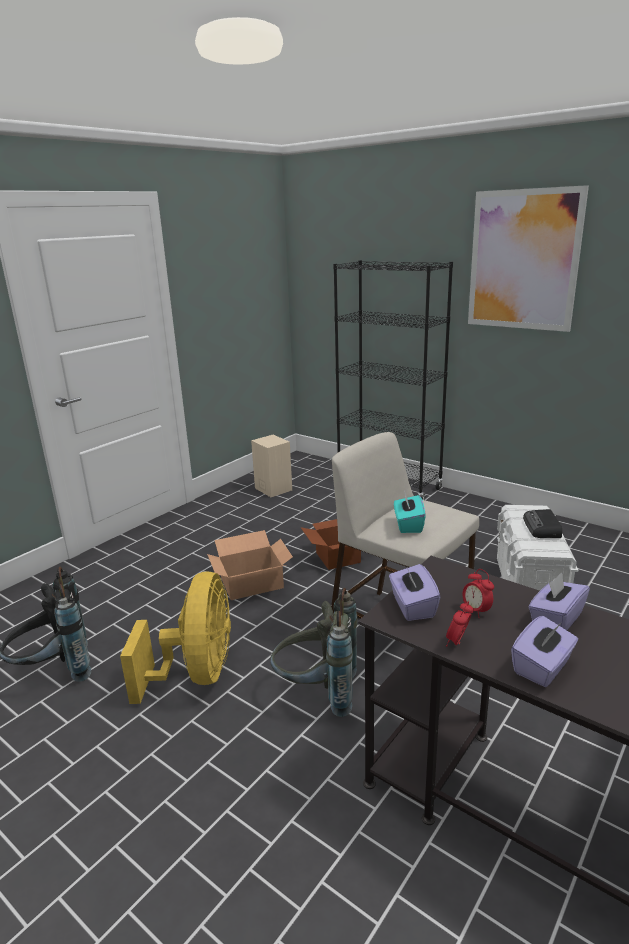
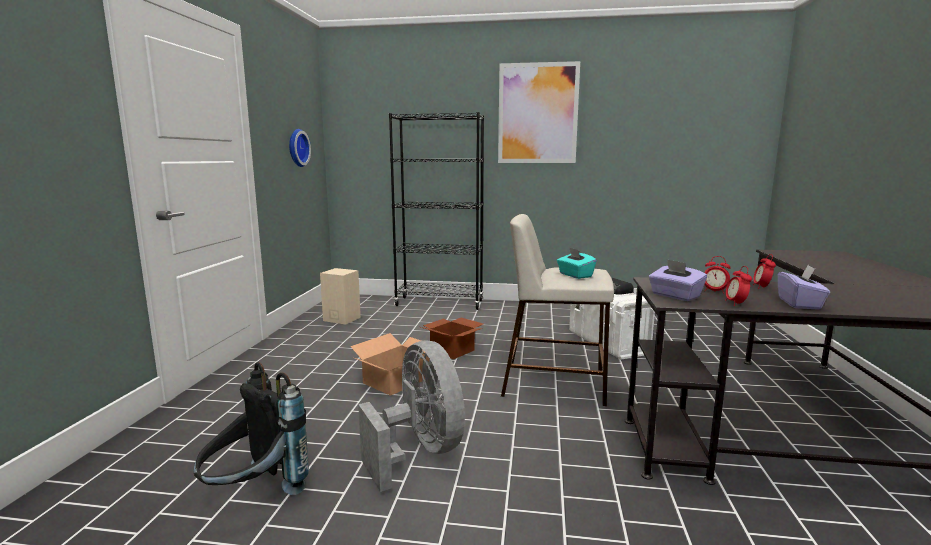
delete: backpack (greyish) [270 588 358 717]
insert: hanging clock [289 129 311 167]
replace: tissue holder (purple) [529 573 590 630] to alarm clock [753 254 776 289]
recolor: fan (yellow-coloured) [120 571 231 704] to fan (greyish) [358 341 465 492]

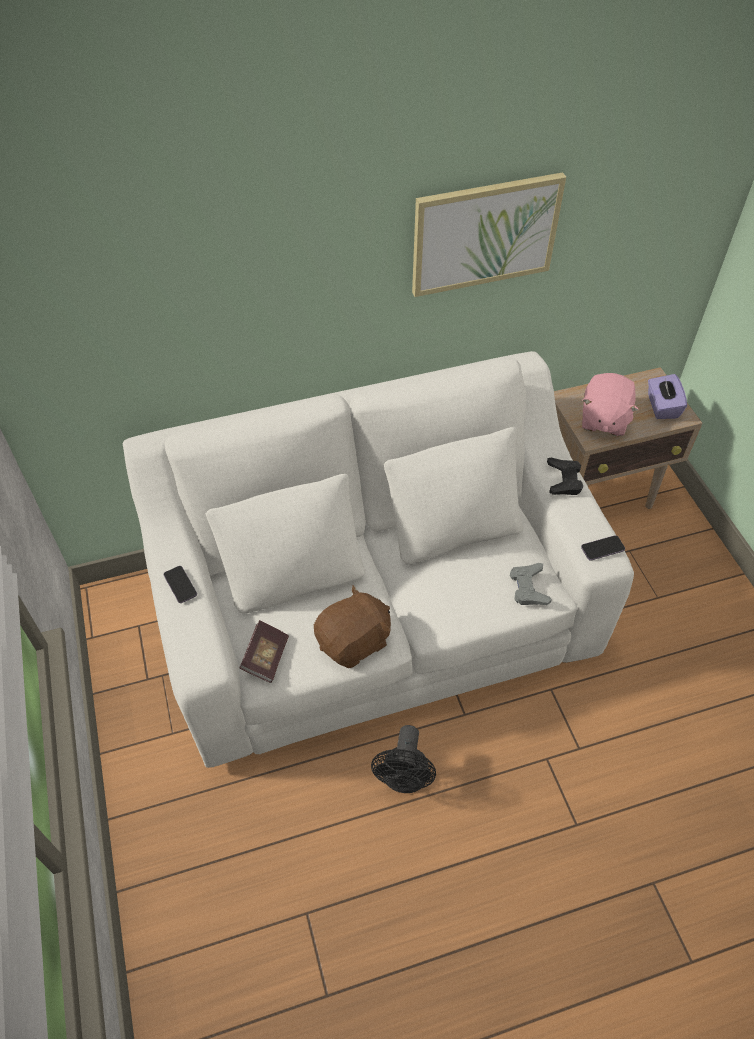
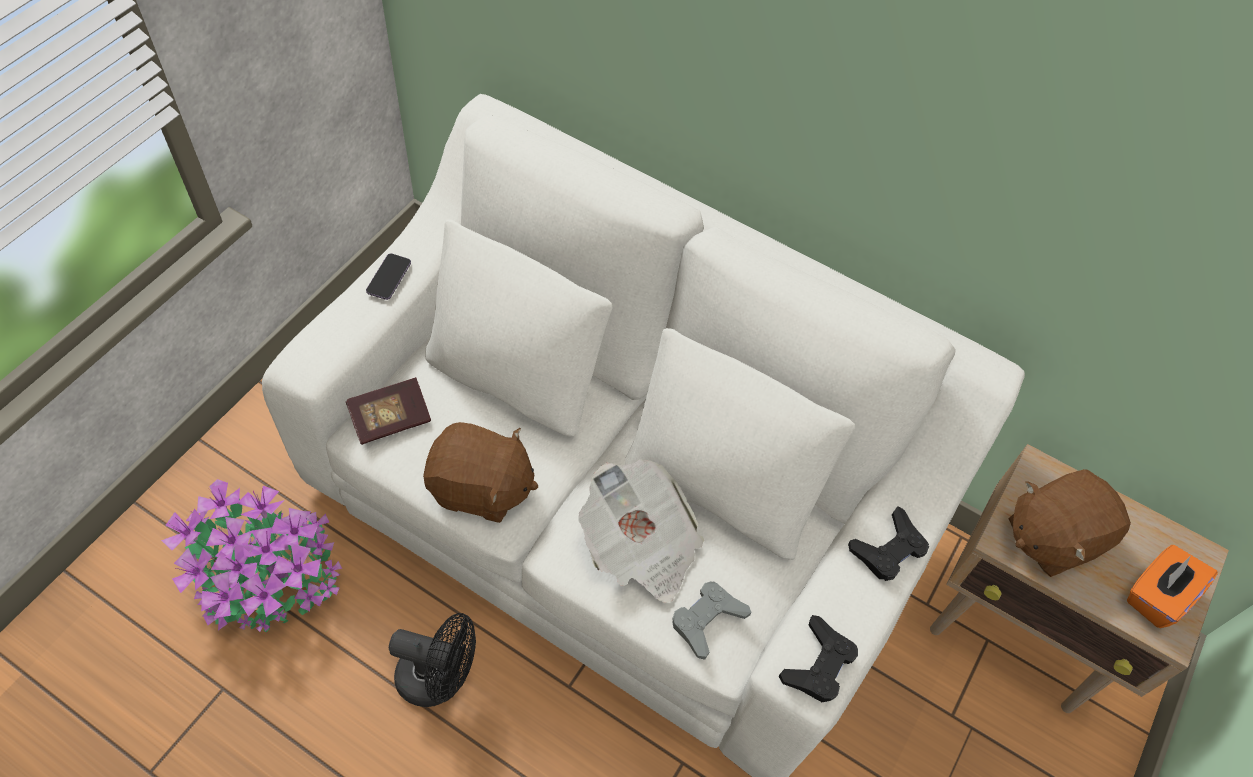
delete: wall art [412 172 566 297]
insert: plant in a pot [161 479 342 632]; daily paper [578 459 704 603]
replace: phone [581 535 625 560] to joypad (black) [778 615 858 702]
recolor: soft toy (pinkish) [582 373 639 436] to soft toy (brown) [1008 469 1131 577]; tissue holder (purple) [648 374 687 419] to tissue holder (orangey) [1127 545 1218 628]
rotate: fan (black) [371 725 436 793] = [389 613 476 707] 135 degrees counterclockwise

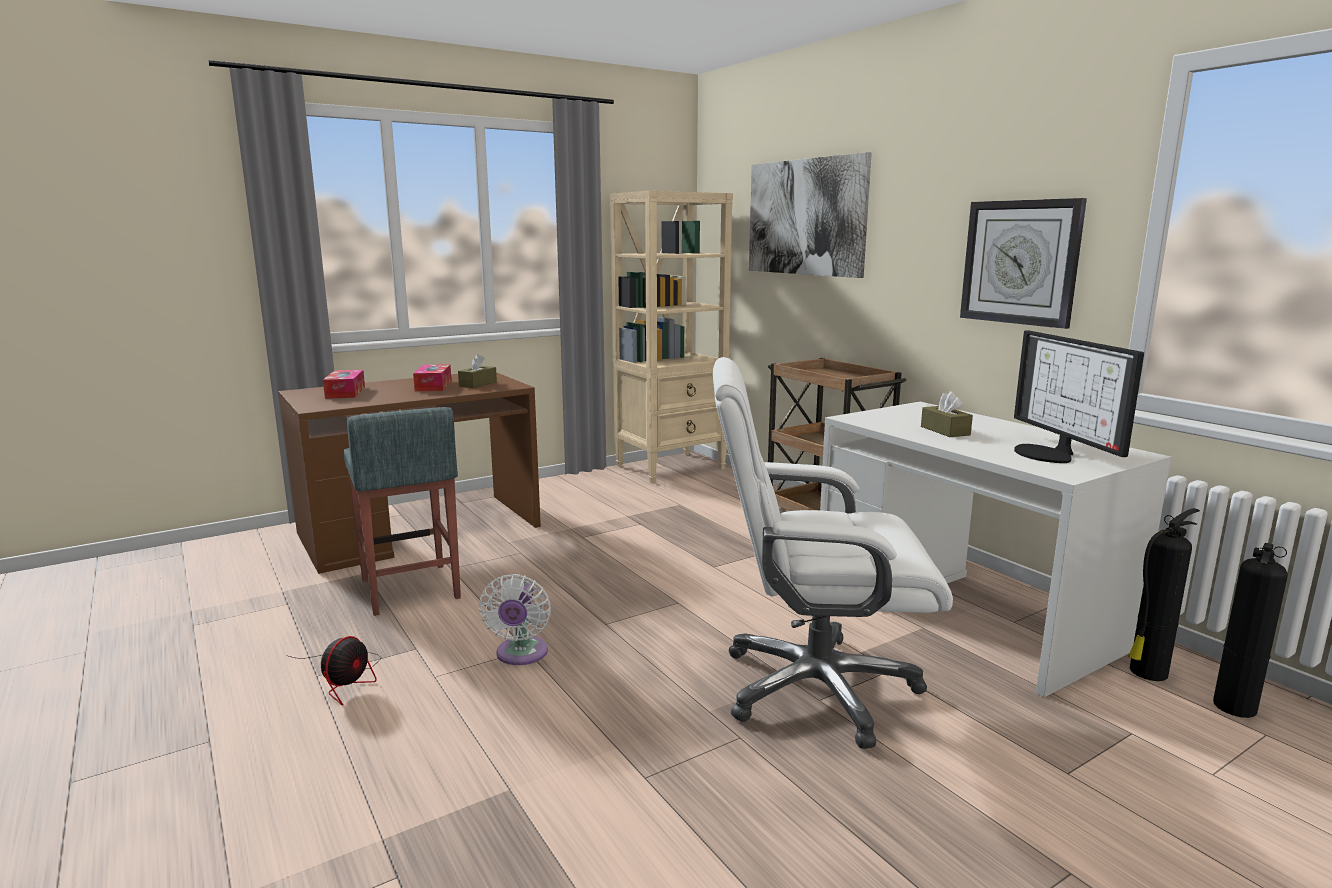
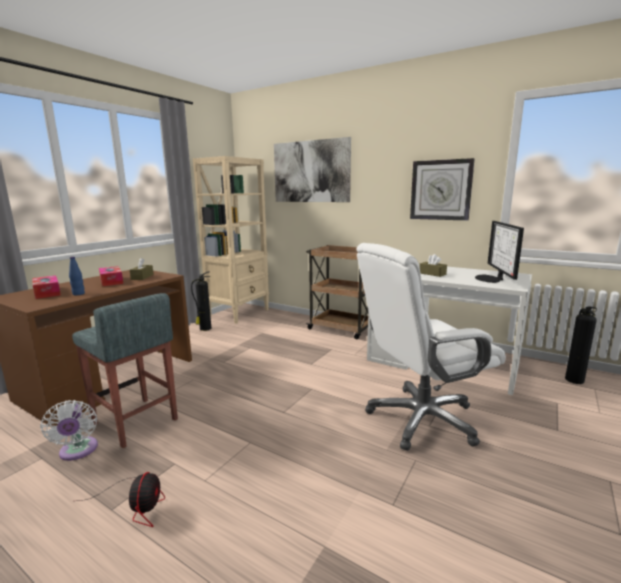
insert: drink bottle (bluish) [69 257 85 295]
move: fan (whitish) [478 574 551 665] to [40 400 98 461]; fire-fighting cylinder [1128 508 1200 681] to [191 271 211 331]
rotate: monitor [1014 330 1144 463] = [475 221 524 283] 45 degrees clockwise

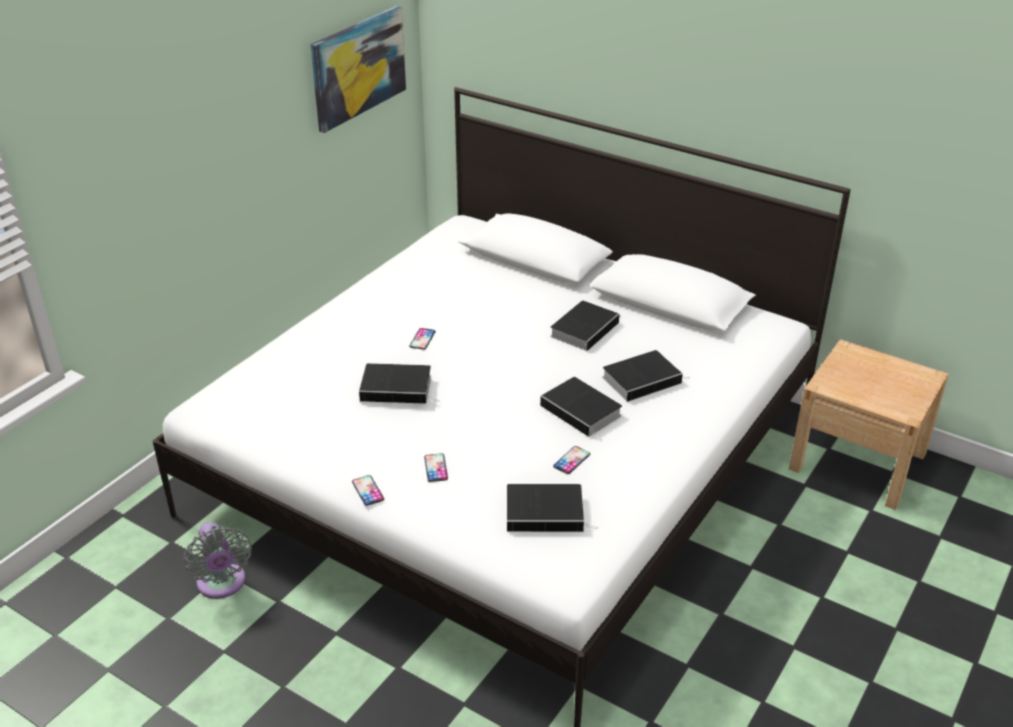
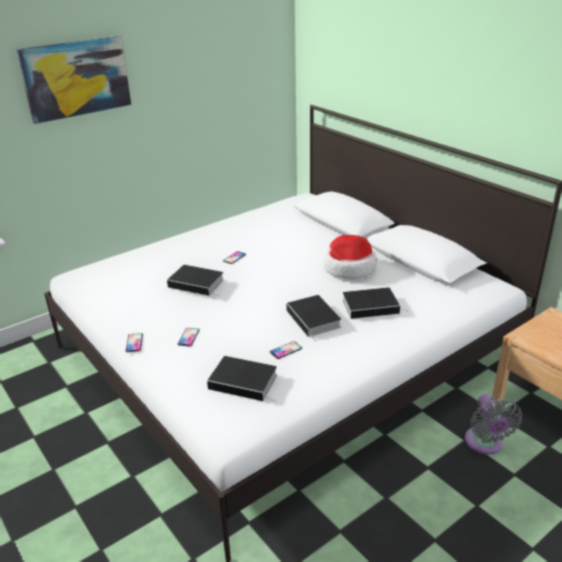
move: fan (greyish) [183 522 252 599] to [465 394 522 455]; wall art [310 6 406 133] to [16 35 131 124]
replace: volume [550 301 621 351] to clothing hat [324 235 377 279]

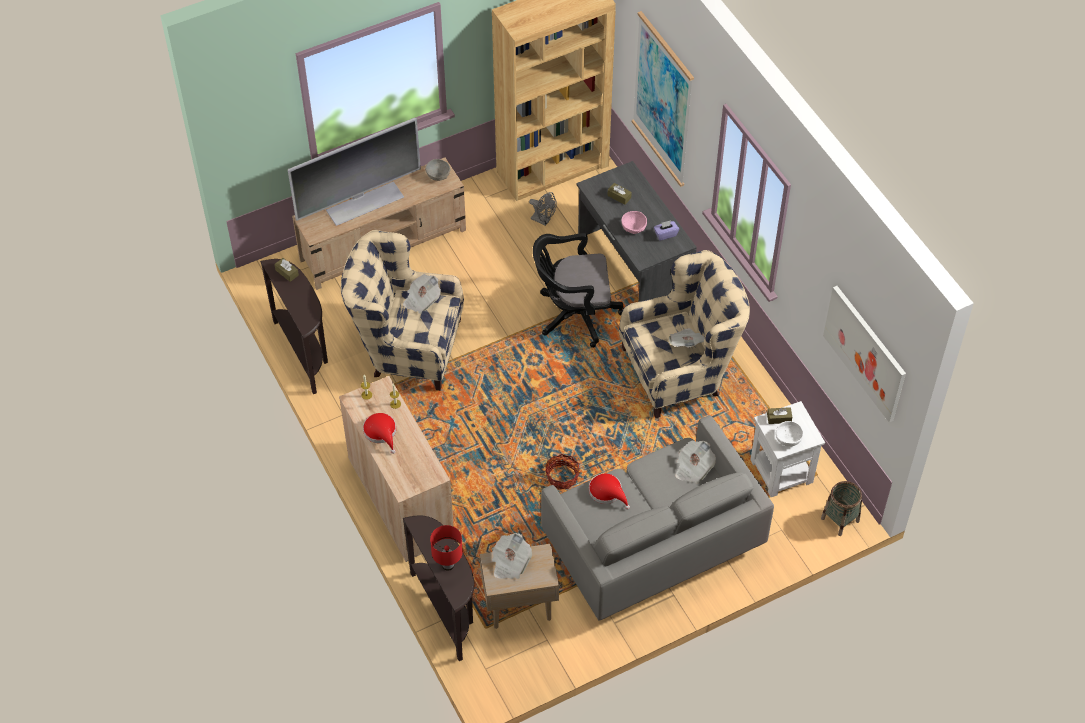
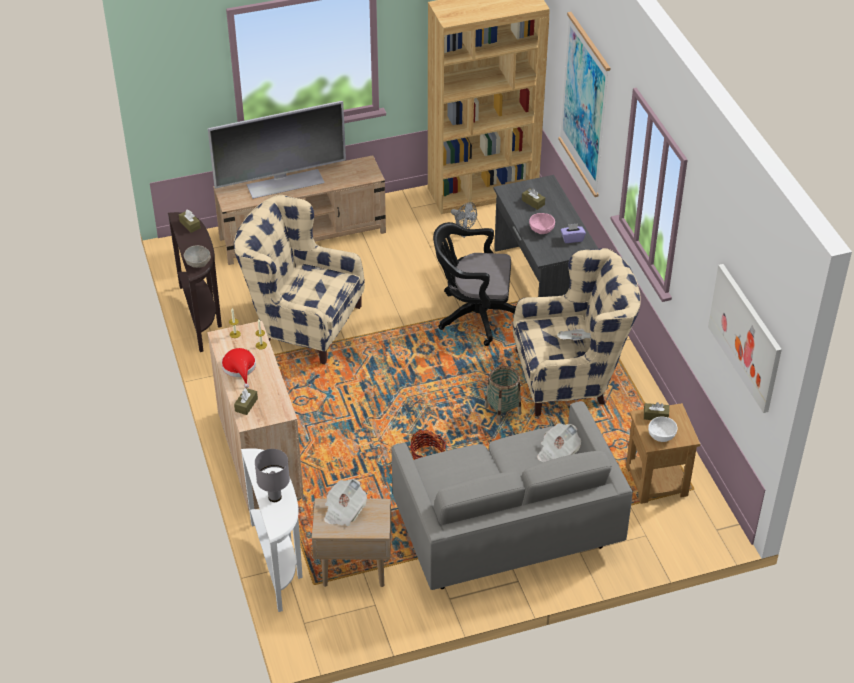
delete: daily paper [403 274 441 314]; clothing hat (reddish) [589 473 630 510]
insert: tissue holder (brown) [234 388 258 415]
move: bowl (greyish) [425 159 451 181] to [184 245 211 268]; household basket [821 481 862 536] to [484 366 521 424]
recolor: narrow table (brown) [402 516 474 661] to narrow table (whitish) [241 448 303 612]; table lamp (reddish) [430 525 463 571] to table lamp (greyish) [255 449 290 502]; end table (whitish) [750 401 825 497] to end table (brown) [626 403 700 504]

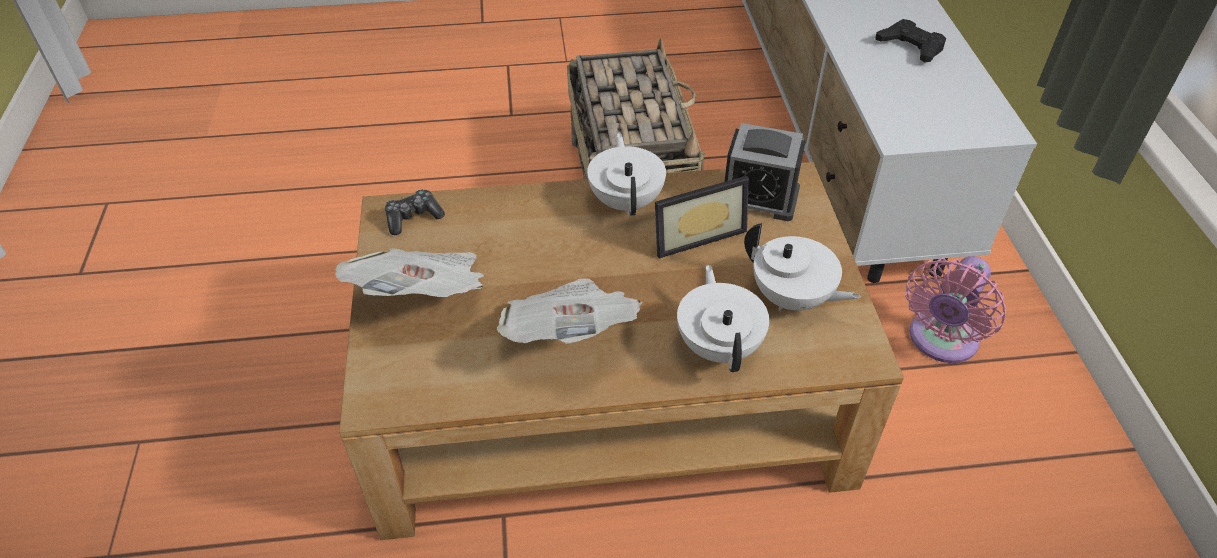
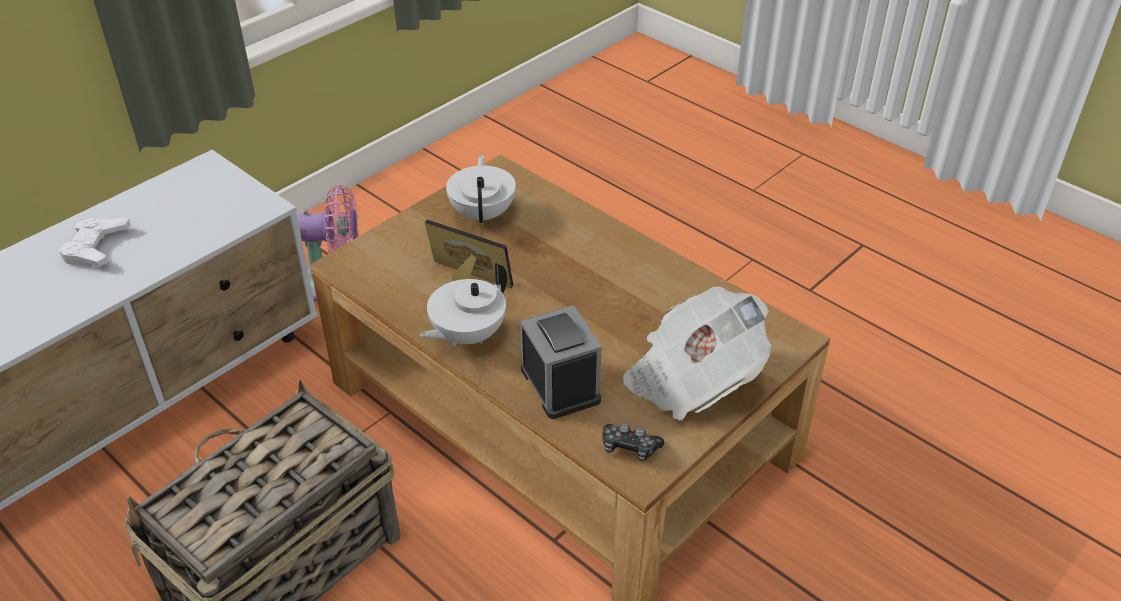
delete: daily paper [497 278 642 344]; teapot (whitish) [677 265 770 372]
move: alarm clock [724 123 806 221] to [520 305 601 419]
recolor: joypad (black) [875 19 946 63] to joypad (whitish) [59 218 131 266]

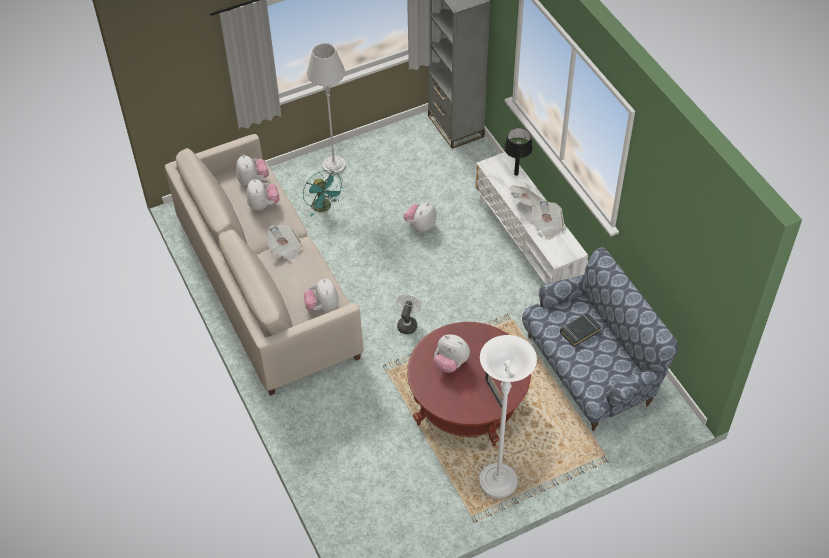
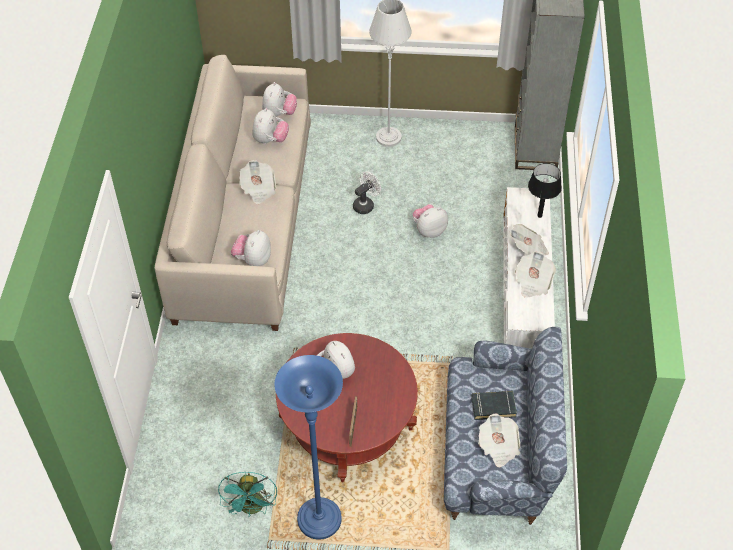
insert: daily paper [479 413 520 467]
move: fan (turquoise) [303 170 343 217] to [218 472 277 517]; fan (whitish) [396 294 422 334] to [353 171 381 214]
recolor: floor lamp (whitish) [479 335 537 498] to floor lamp (bluish) [274 355 343 540]

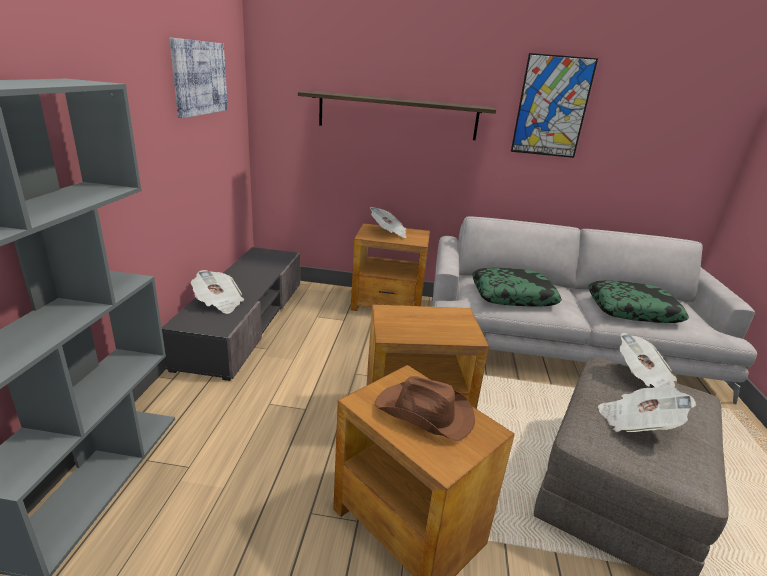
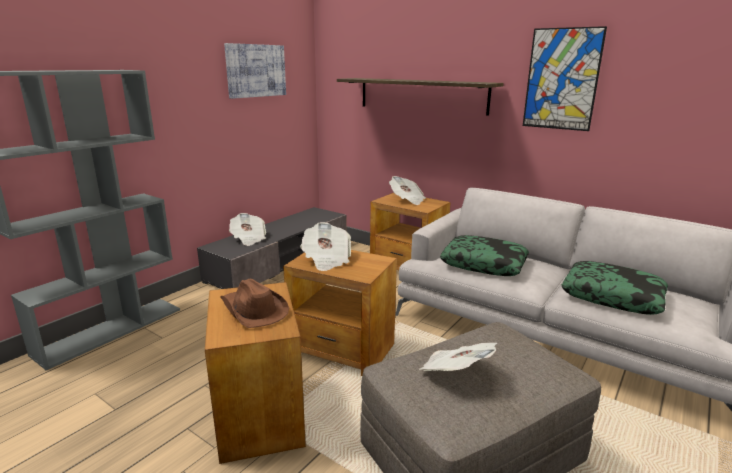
move: daily paper [620 333 677 387] to [300 222 351 271]

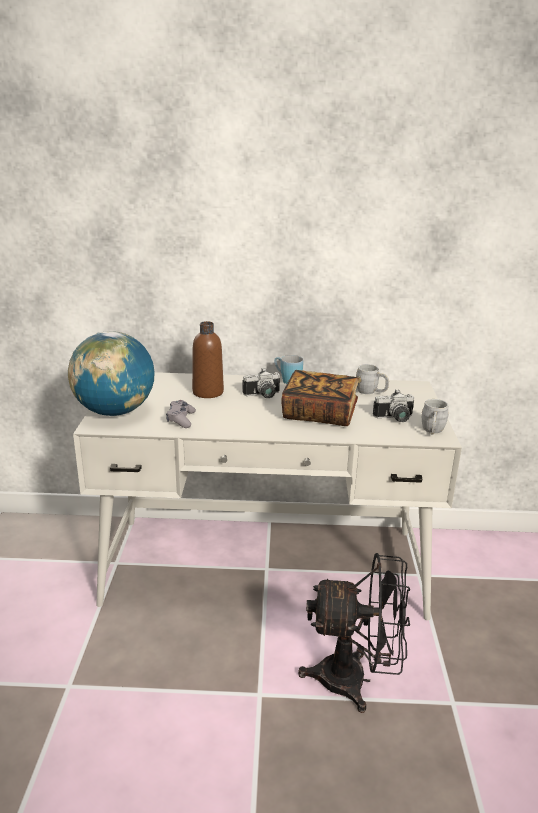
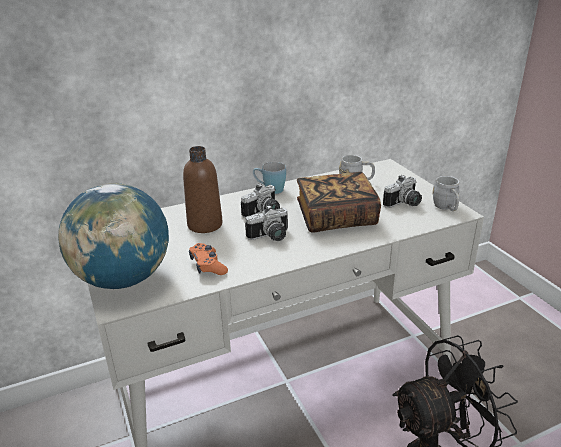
insert: still camera [245 205 288 241]
recolor: joypad (greyish) [166 400 196 428] to joypad (orangey) [189 243 228 275]

